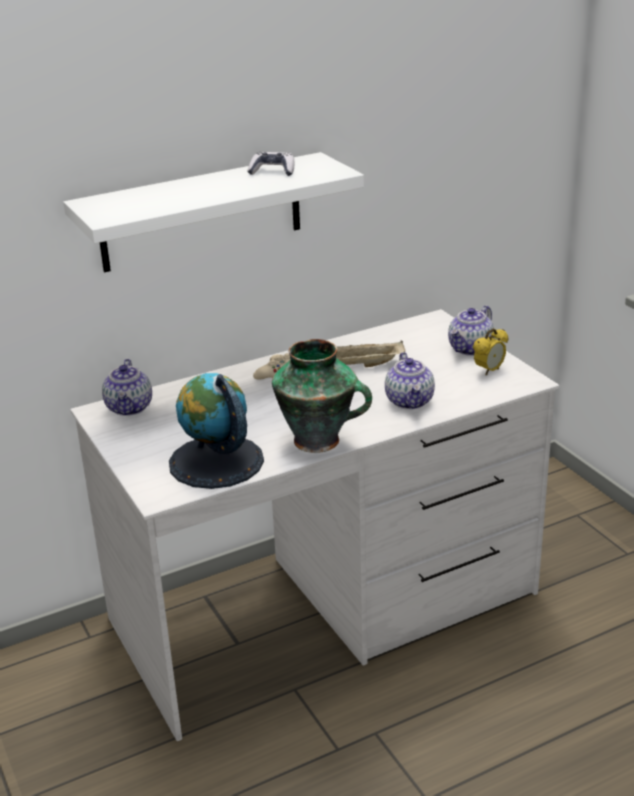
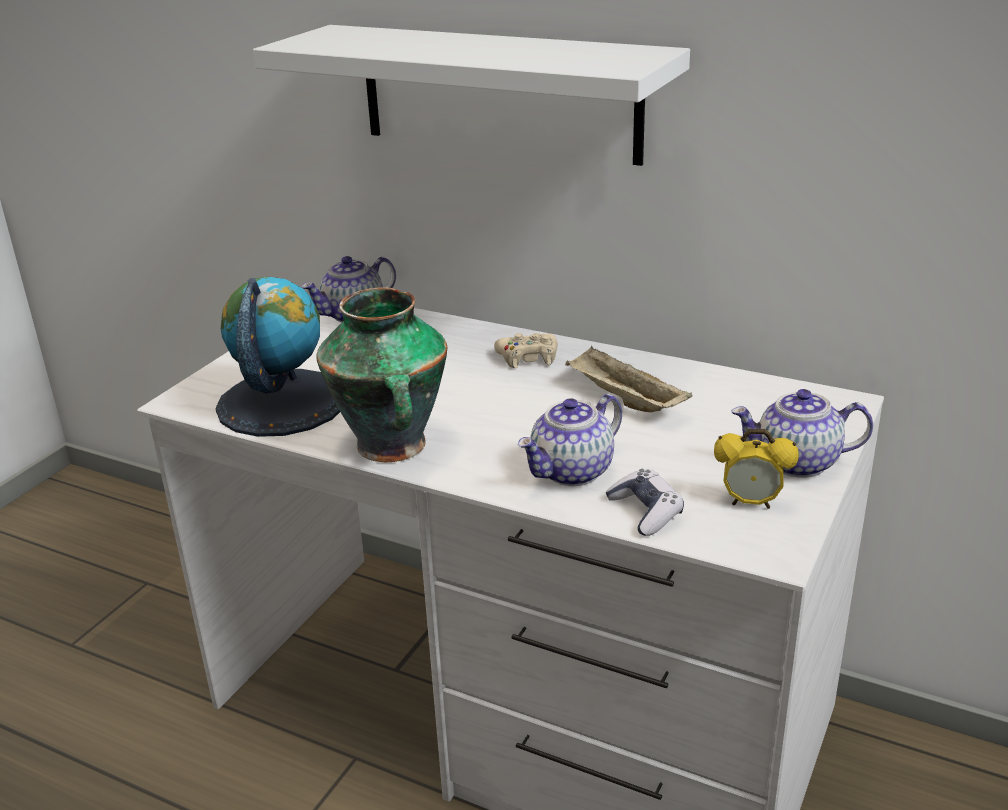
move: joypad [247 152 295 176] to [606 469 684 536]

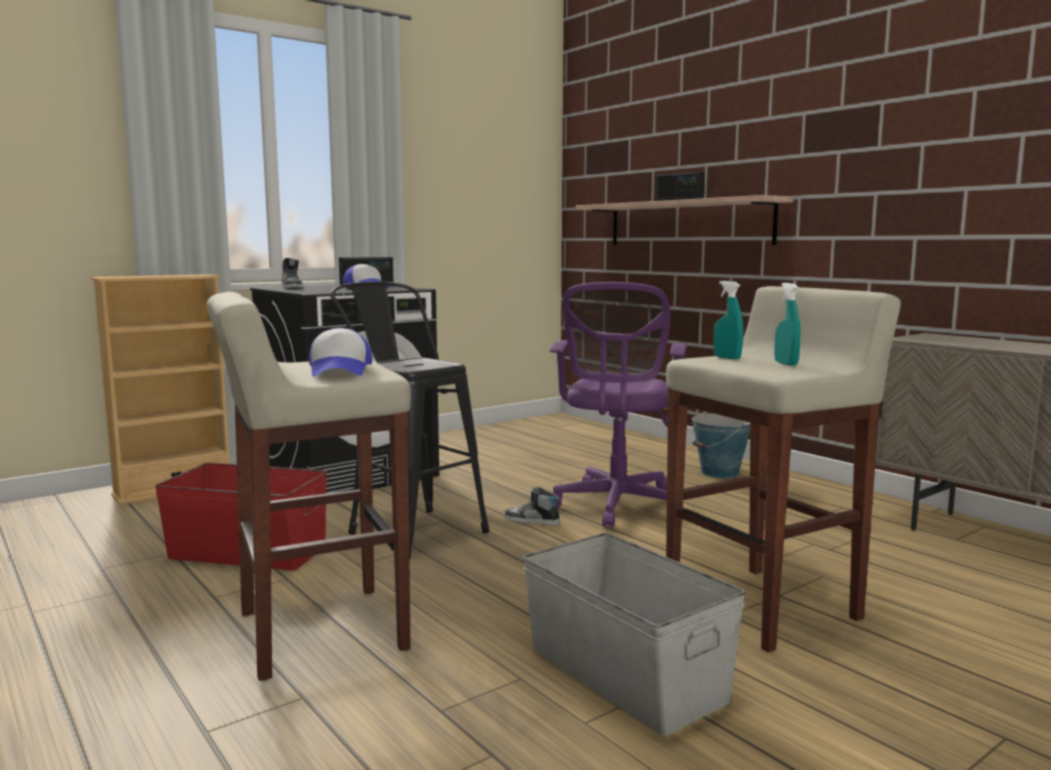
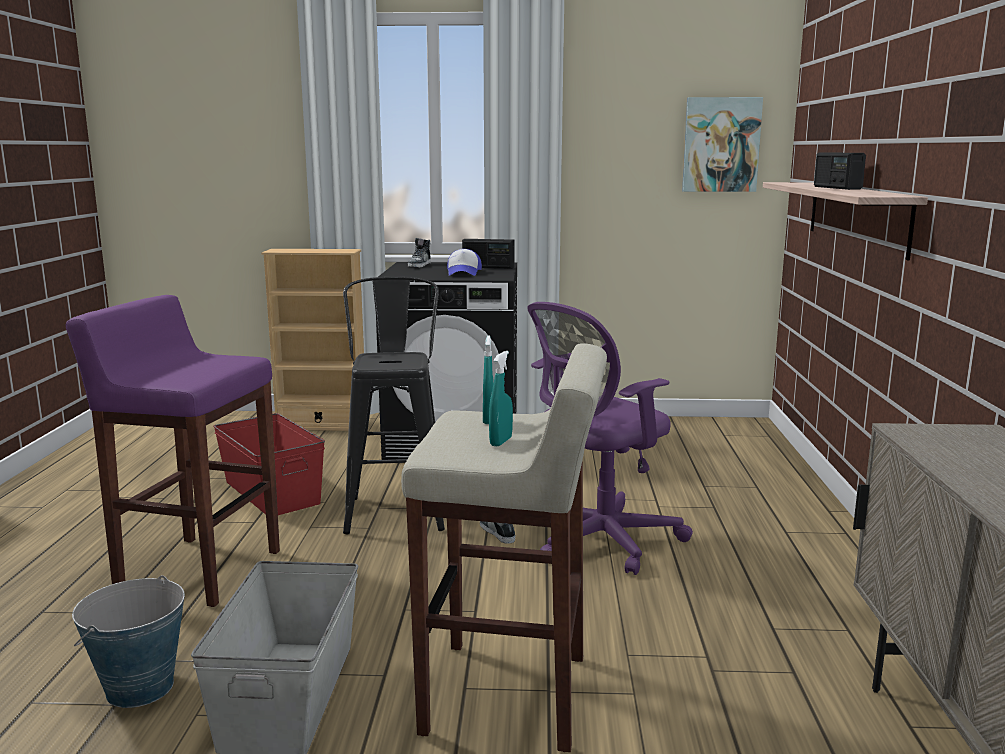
delete: cap [309 328 372 377]
insert: wall art [682 97 763 192]
move: water bucket [691 411 750 478] to [72 575 185 708]
recolor: stool seat (sand-coloured) [207 292 411 681] to stool seat (purple) [66 295 280 607]

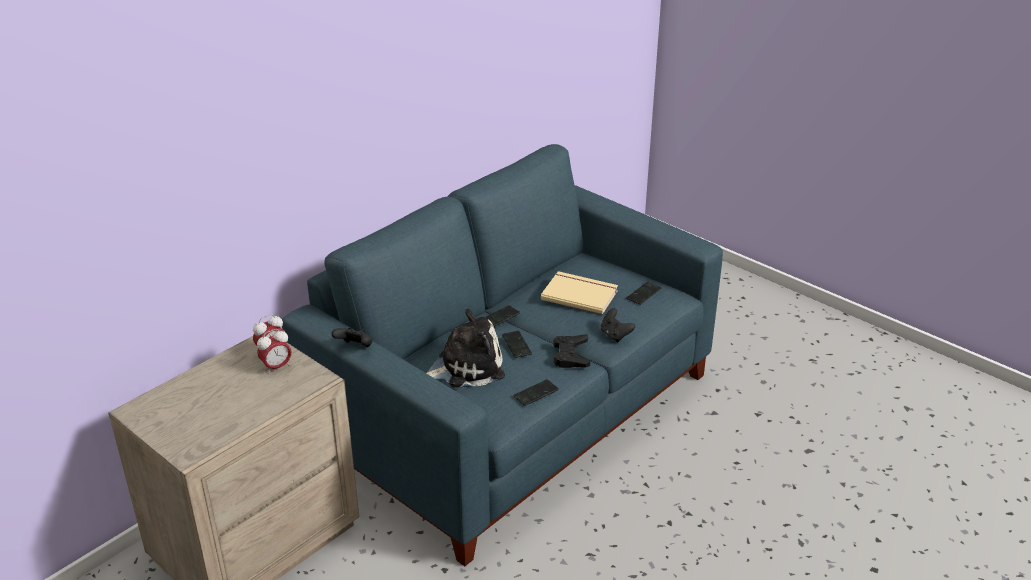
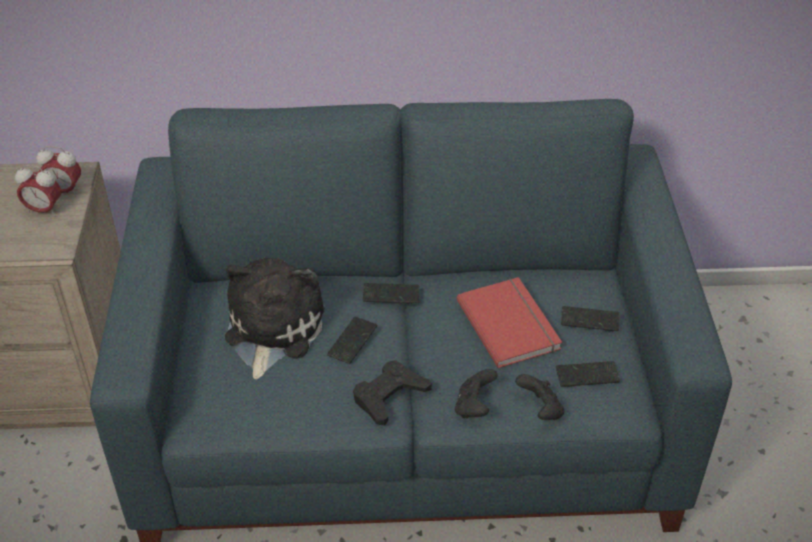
move: joypad (black) [331 328 373 347] to [515 374 564 420]; phone [513 379 559 406] to [561 306 619 331]
recolor: volume (sand-coloured) [541 271 618 315] to volume (reddish) [457 277 562 368]
rotate: soft toy [426 309 505 388] = [225 258 325 379] 105 degrees counterclockwise

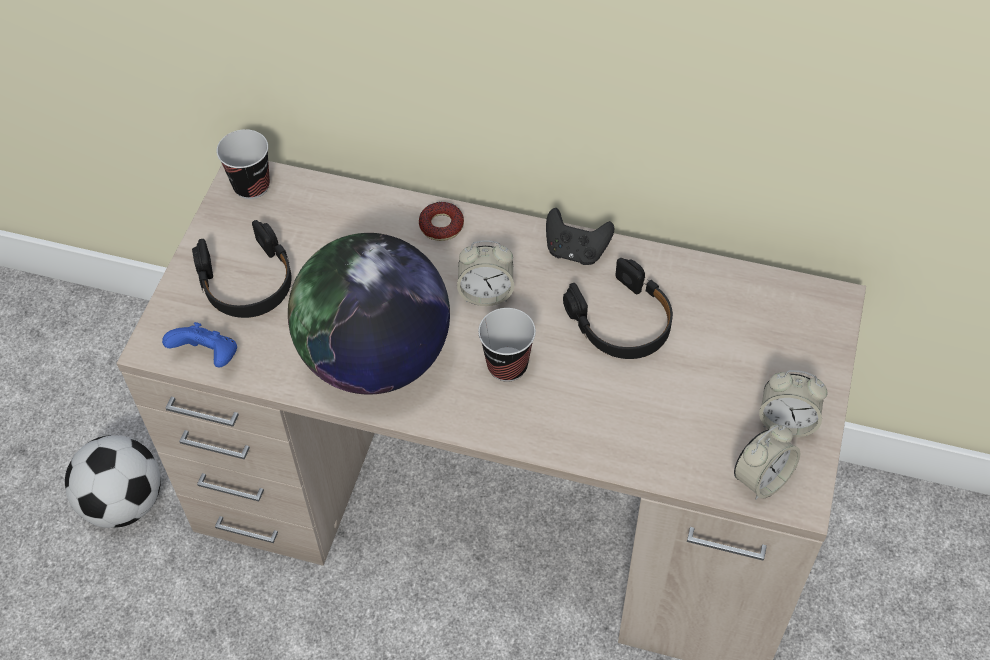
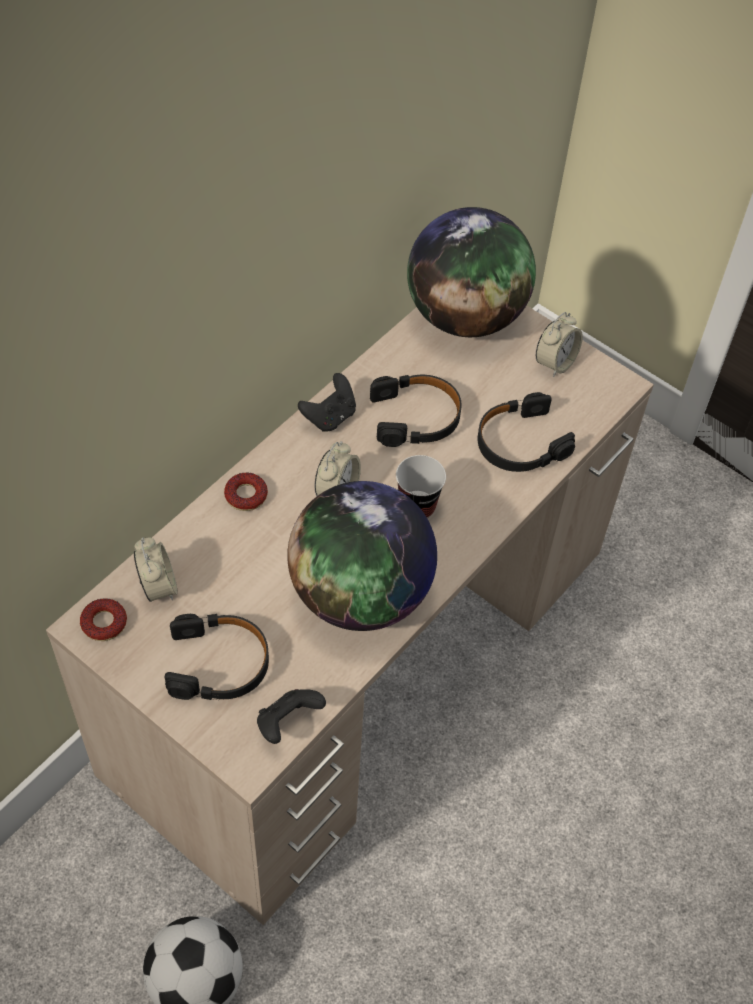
insert: globe [407 207 536 337]; headset (black) [478 392 575 472]
move: alarm clock [734 425 800 500] to [134 537 178 602]
replace: small cup [217 129 270 199] to doughnut [80 598 127 641]
recolor: joypad (bluish) [162 322 237 367] to joypad (black) [257 689 326 744]

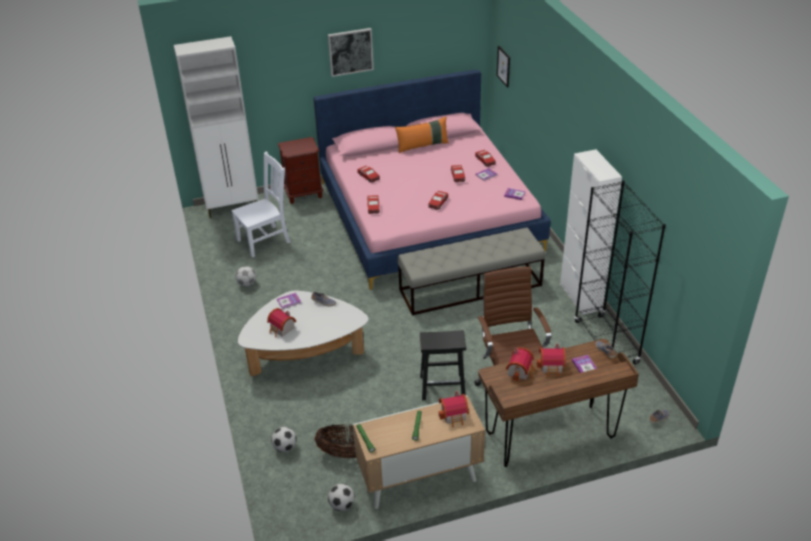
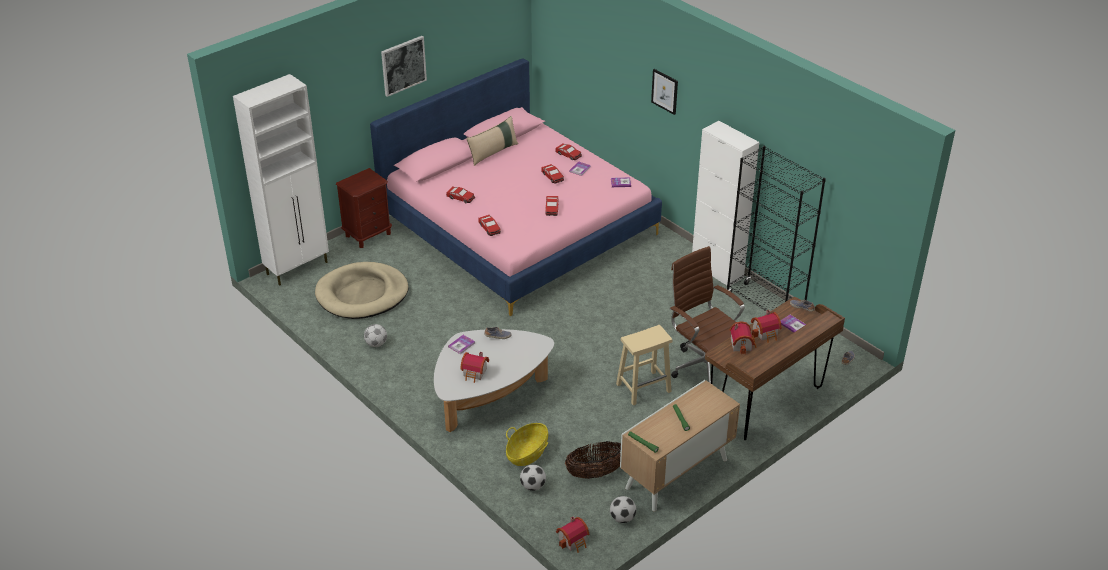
delete: bench (greyish) [397 228 545 316]
insert: household basket [506 423 548 466]
move: miniature house [439 391 469 427] to [556 517 589 553]; wall art [497 46 510 88] to [651 69 678 115]
replace: plain chair (whitish) [231 151 291 258] to dog bed (sand-coloured) [315 262 409 319]
recolor: pillow (orangey) [395 116 449 153] to pillow (sand-coloured) [466 116 518 166]; stool seat (black) [420 330 466 400] to stool seat (sand-coloured) [616 325 672 405]

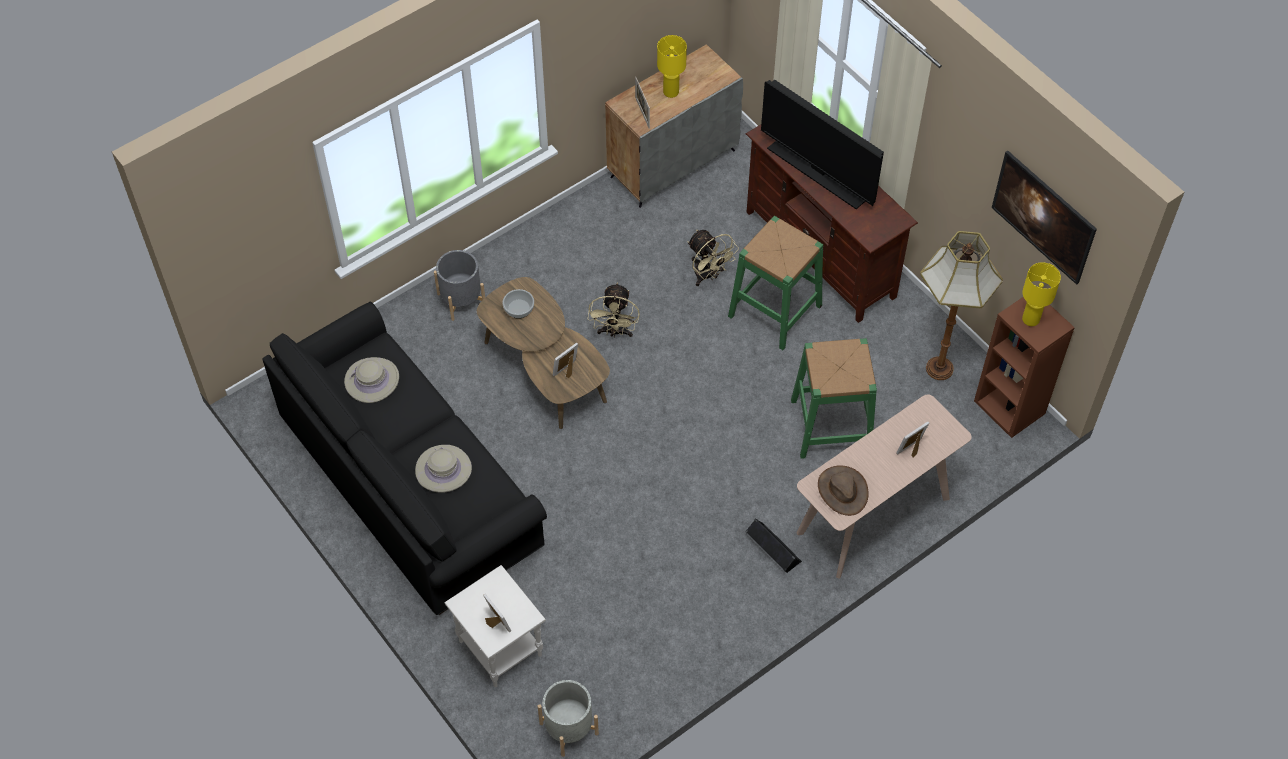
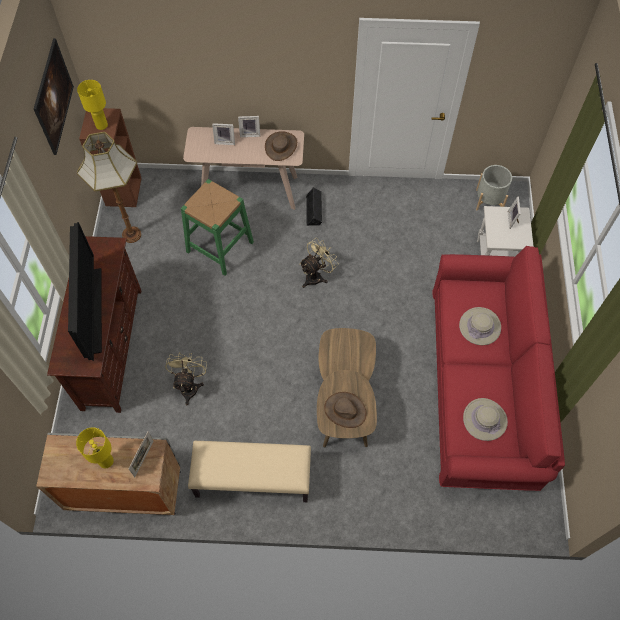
delete: plant pot (greyish) [434 250 485 321]; stool seat (green-coloured) [728 216 823 350]
insert: bench (sand-coloured) [188 441 311 502]
move: photo frame [553 343 578 378] to [238 116 260 137]; fan (sand-coloured) [588 282 640 338] to [299 238 339 288]
replace: bowl [503 289 534 319] to clothing hat (brown) [324 392 367 428]
recolor: couch (black) [262 302 547 615] to couch (reddish) [432 246 565 491]

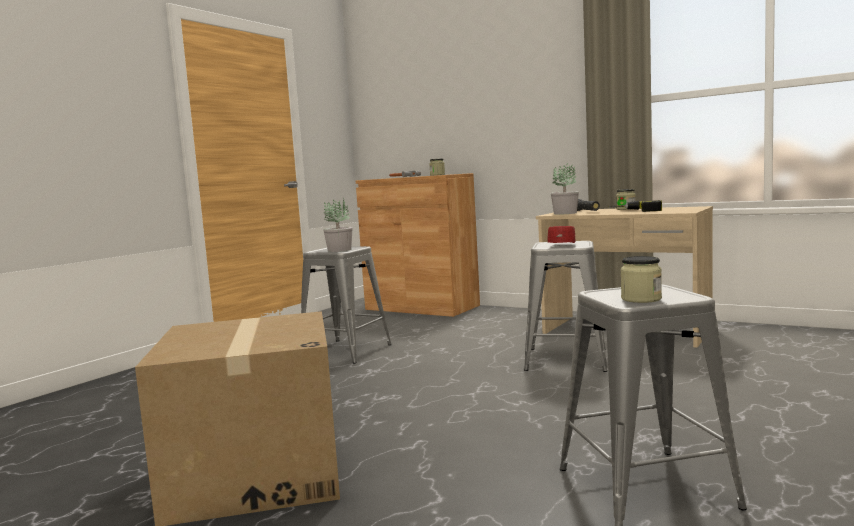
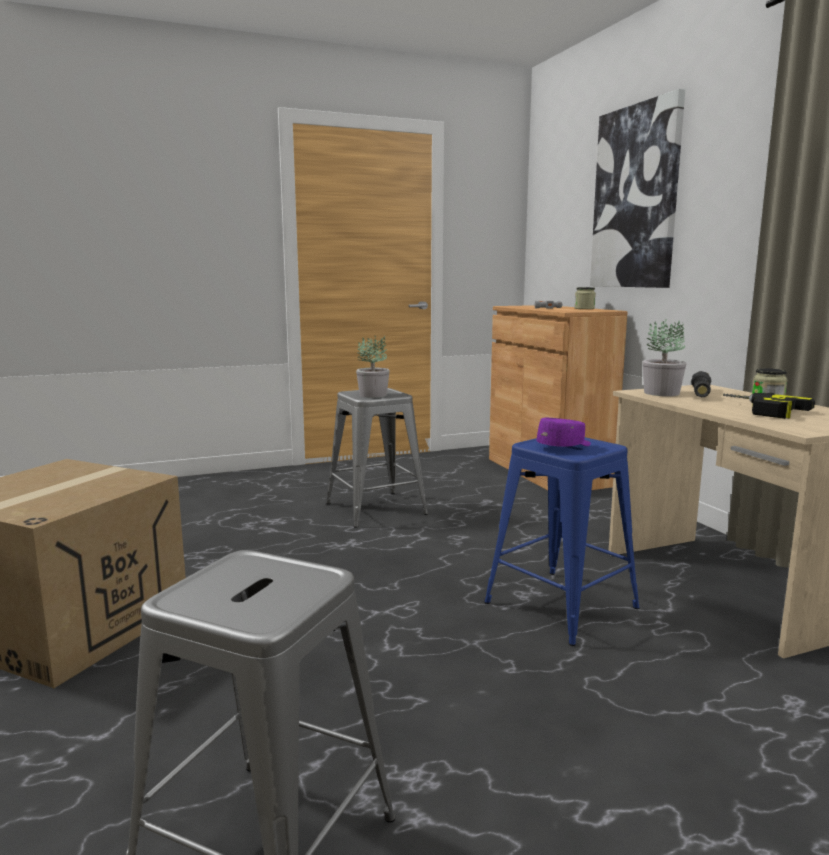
delete: jar [620 256 662 303]
insert: wall art [590 89 685 288]
recolor: stool seat (greyish) [524 241 608 372] to stool seat (bluish) [484 437 640 646]; cap (reddish) [548 226 576 243] to cap (purple) [537 418 591 447]

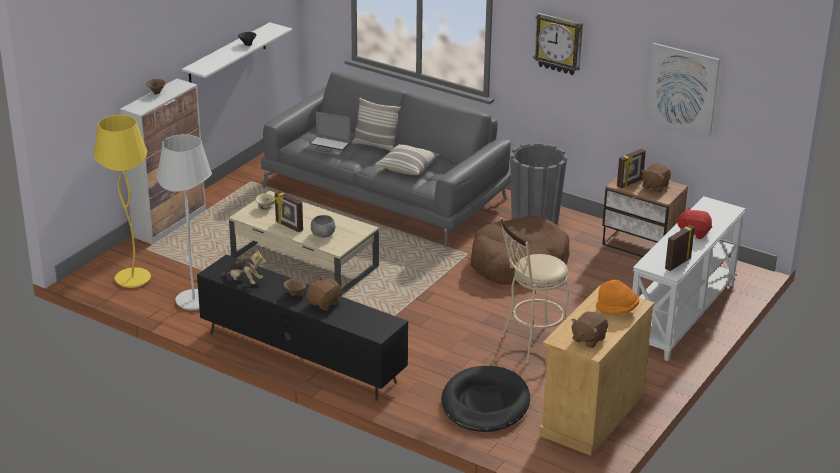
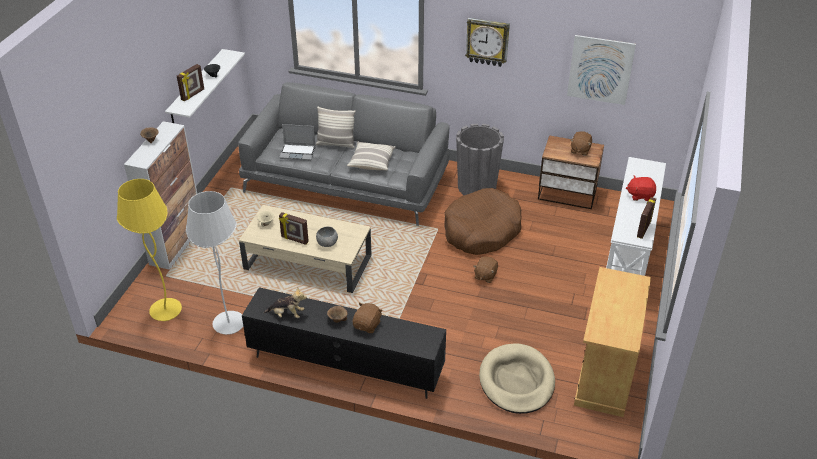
delete: stool seat (sand-coloured) [500 218 569 364]; clothing hat (orangey) [596 280 639 315]
move: soft toy (brown) [571 312 608 348] to [473 256 498 283]; photo frame [617 149 646 188] to [177 64 204 101]
recolor: dog bed (black) [441 366 530 432] to dog bed (sand-coloured) [479 344 555 414]

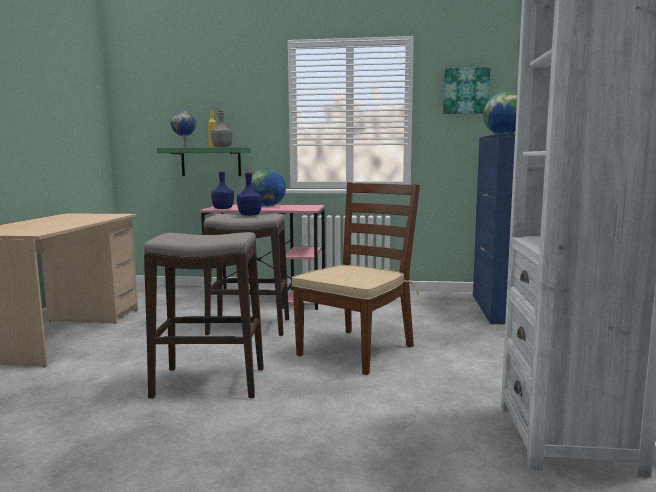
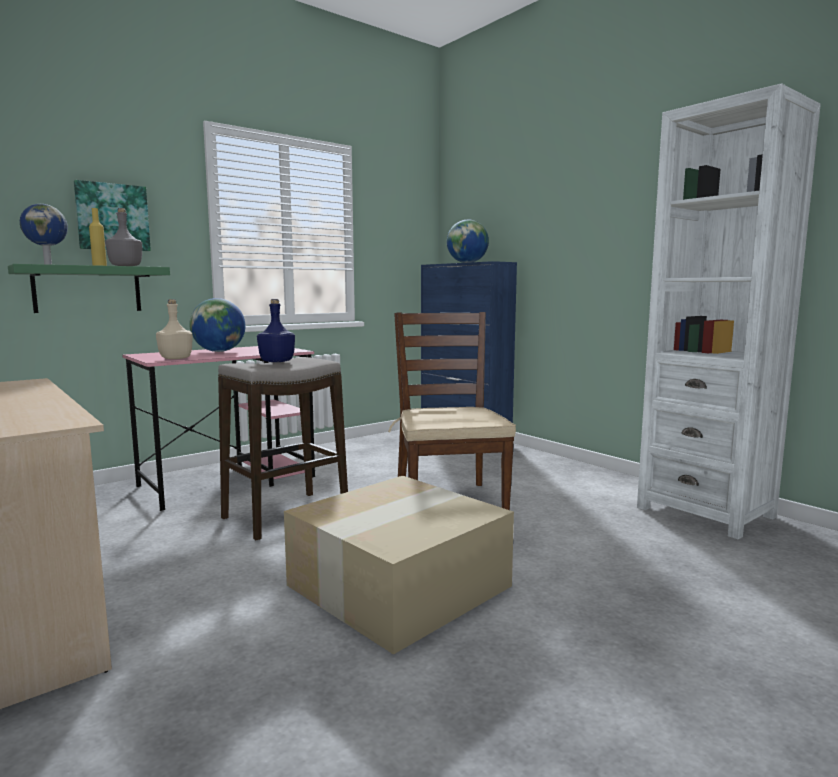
move: wall art [443 67 490 114] to [74 180 151 251]
replace: stool seat [144 232 264 399] to carton [284 476 514 655]
recolor: drink bottle (bluish) [211 169 234 209] to drink bottle (sand-coloured) [156 299 193 359]

